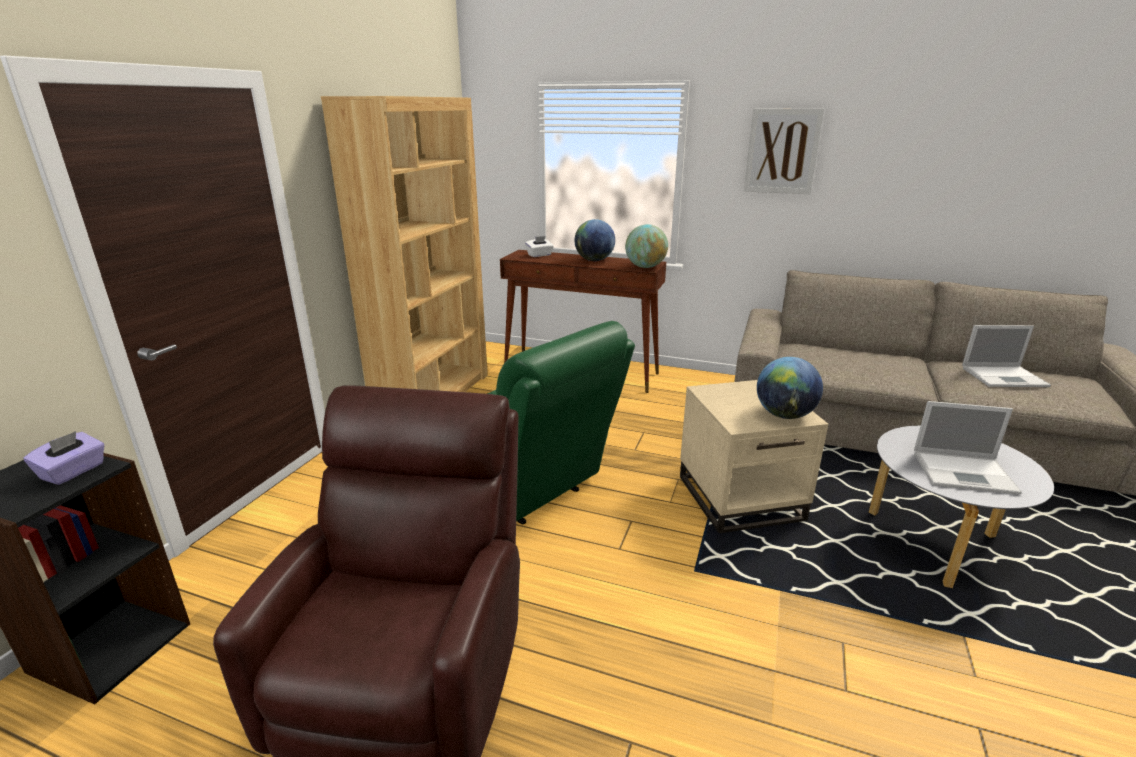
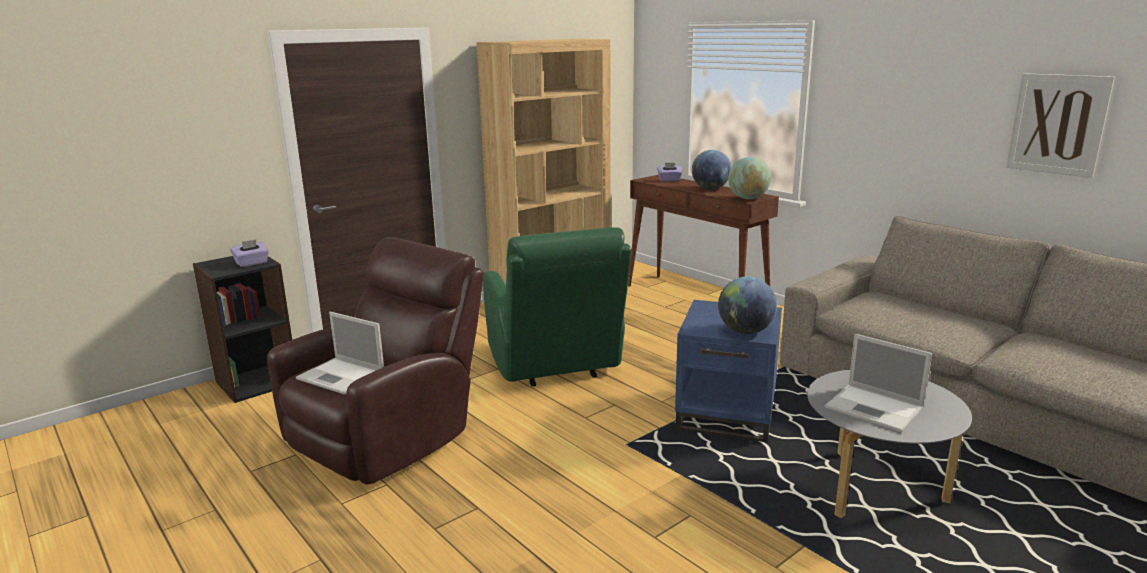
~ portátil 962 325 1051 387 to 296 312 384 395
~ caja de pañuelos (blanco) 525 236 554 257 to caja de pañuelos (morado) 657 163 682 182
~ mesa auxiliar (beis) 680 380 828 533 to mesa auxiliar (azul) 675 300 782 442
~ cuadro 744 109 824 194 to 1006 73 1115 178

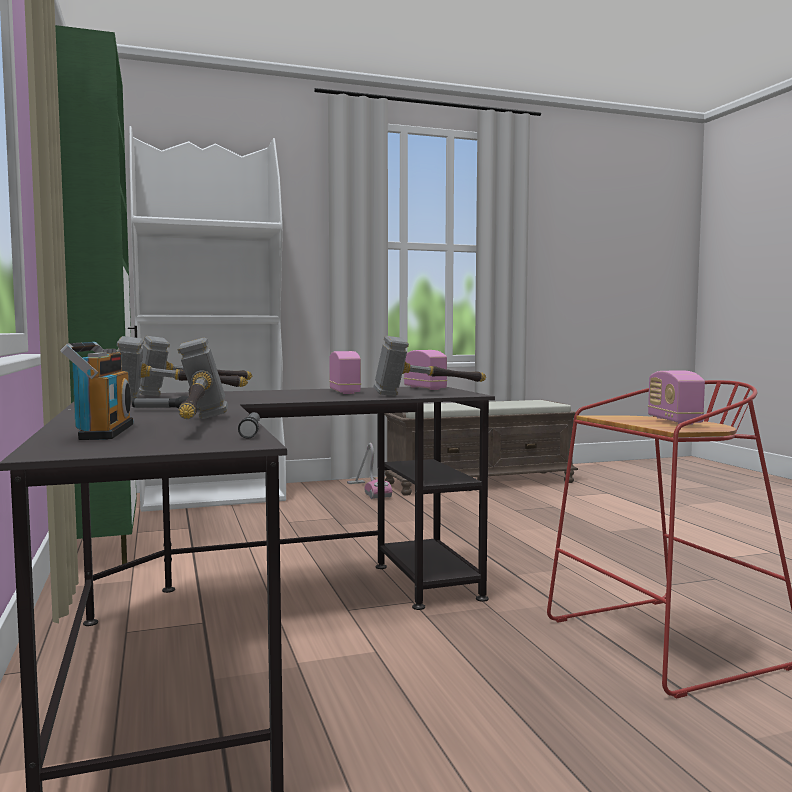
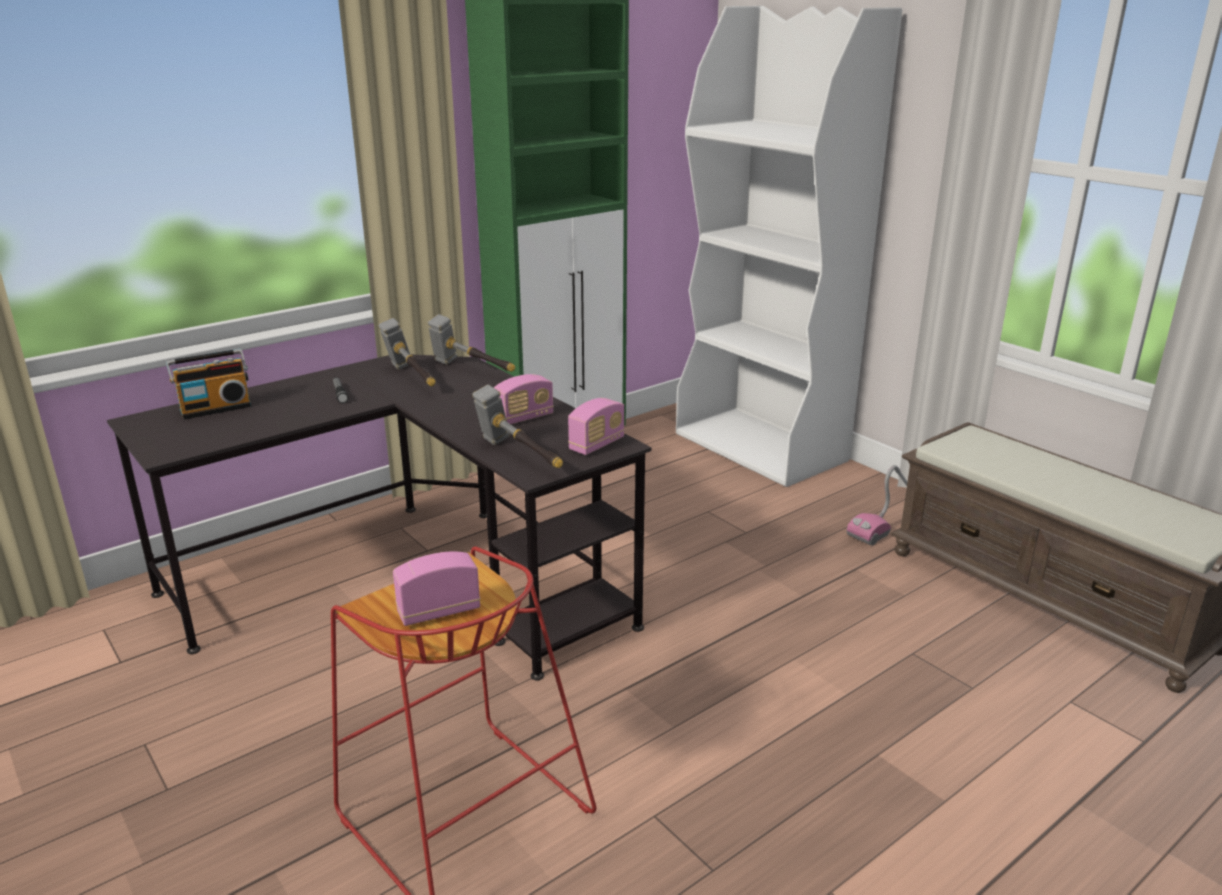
- martillo 177 337 228 419
- linterna 238 412 260 439

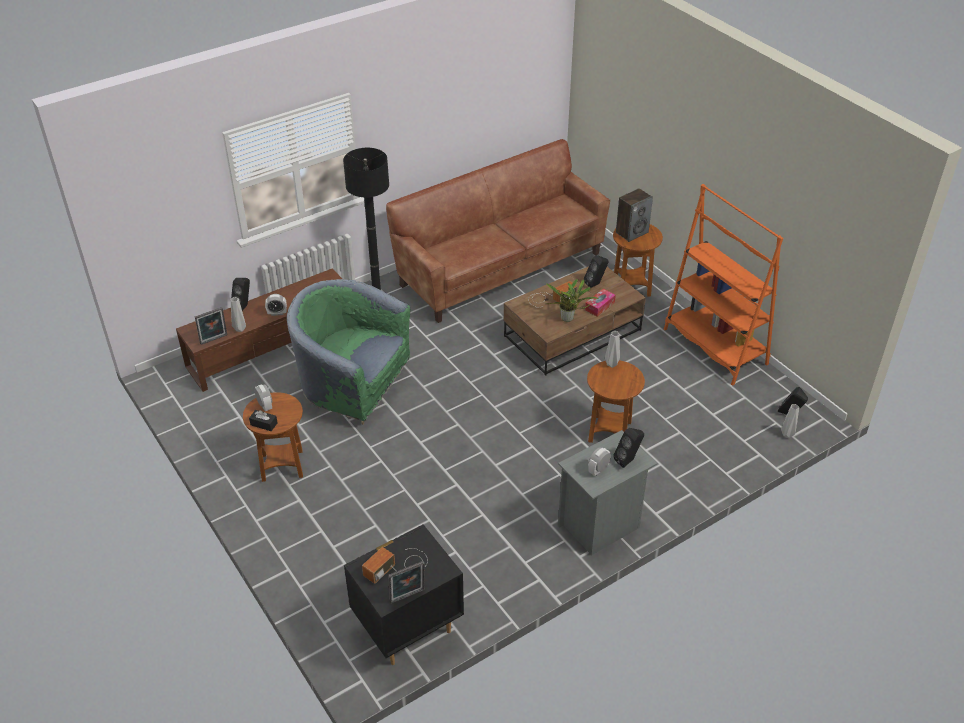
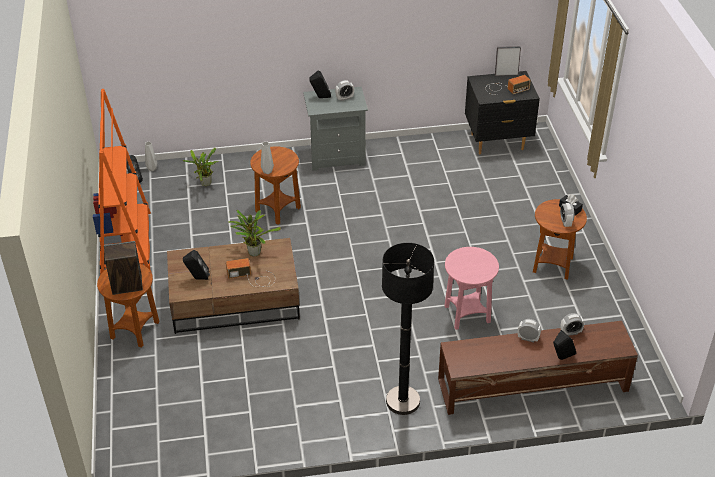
+ planta en maceta 183 148 218 186
~ sillón (verde) 287 279 410 425 to mesa auxiliar (rosa) 444 247 499 330
~ florero (gris) 231 297 246 332 to despertador 560 313 584 336
- portarretratos 195 307 227 345
- sofá (marrón) 386 139 610 323
- caja de pañuelos 585 289 616 317

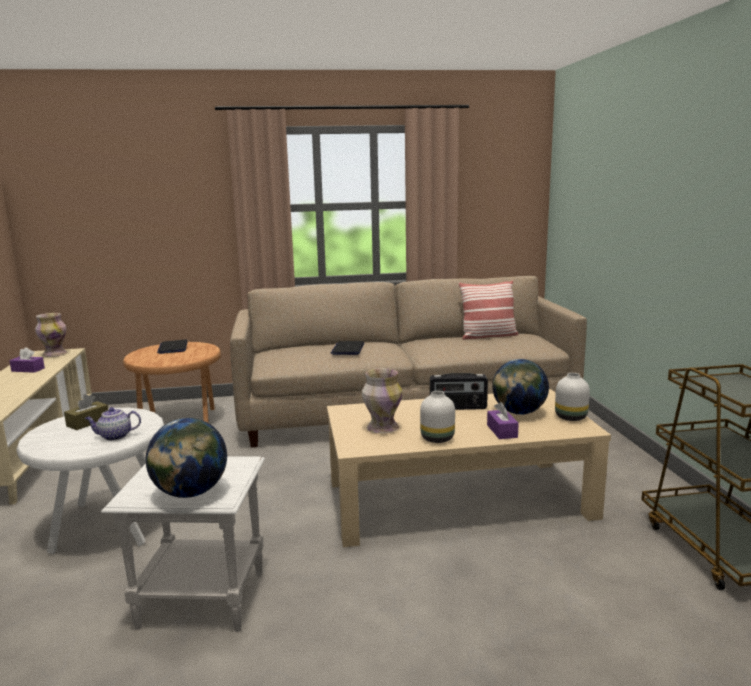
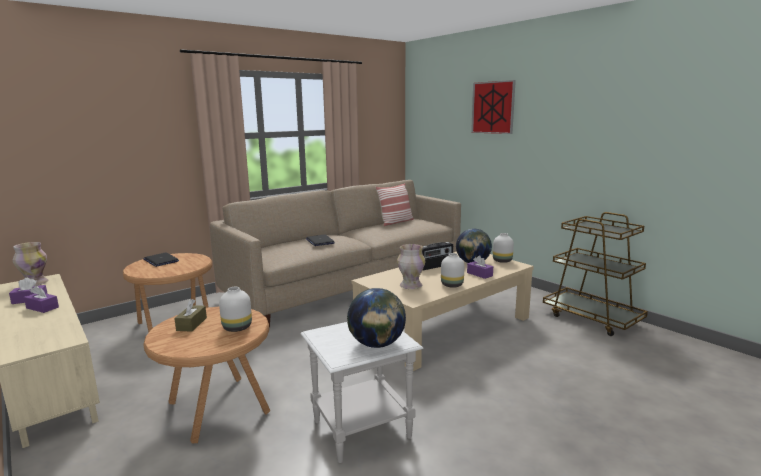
+ caja de pañuelos (morado) 24 286 59 313
~ mesa auxiliar (blanco) 17 408 164 554 to mesa auxiliar (marrón) 143 307 270 443
~ tetera 85 407 141 441 to florero (blanco) 219 287 252 332
+ cuadro 471 80 516 134

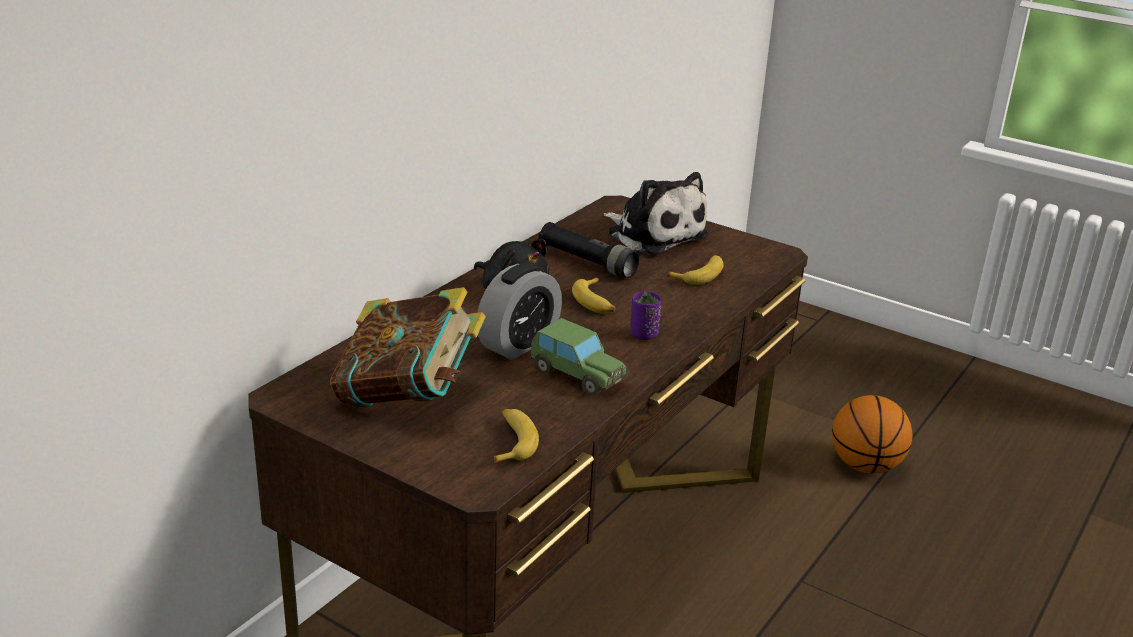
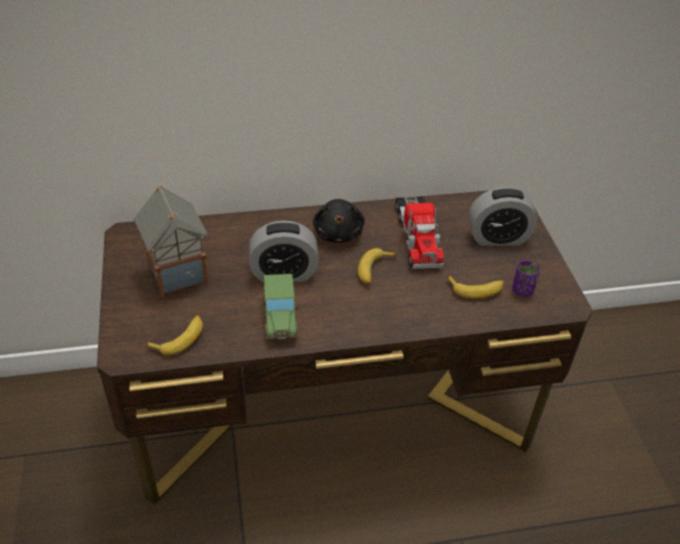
~ libro 330 287 486 407 to casita 134 185 209 298
~ linterna (negro) 539 222 640 278 to camión de juguete 395 196 444 269
~ peluche 604 172 709 255 to despertador 469 187 537 246
~ taza (morado) 630 291 662 340 to 512 260 540 297
- balón de baloncesto 832 395 913 474

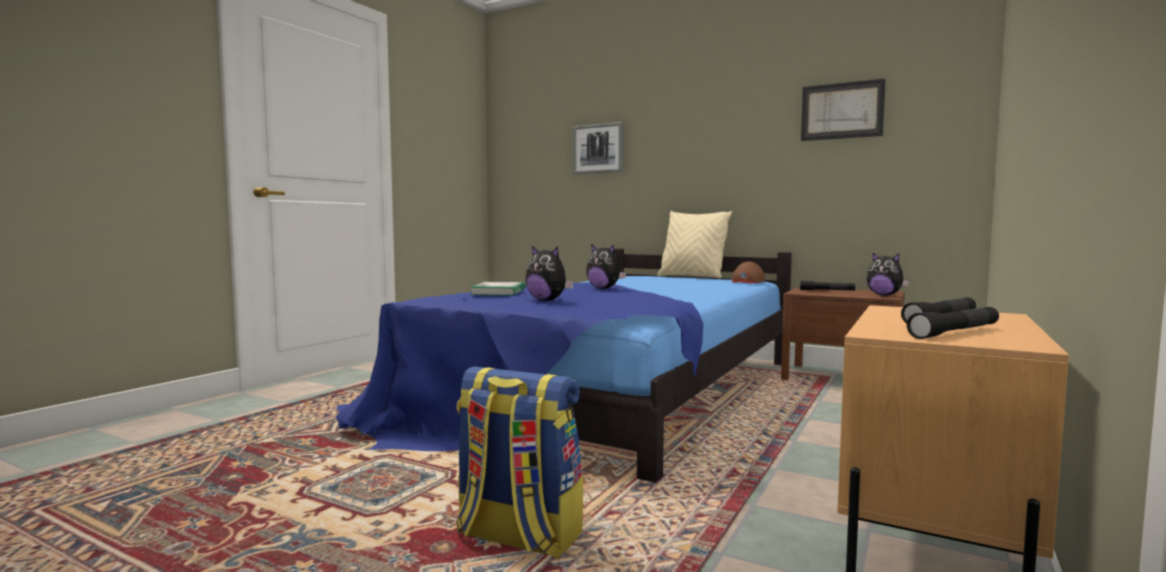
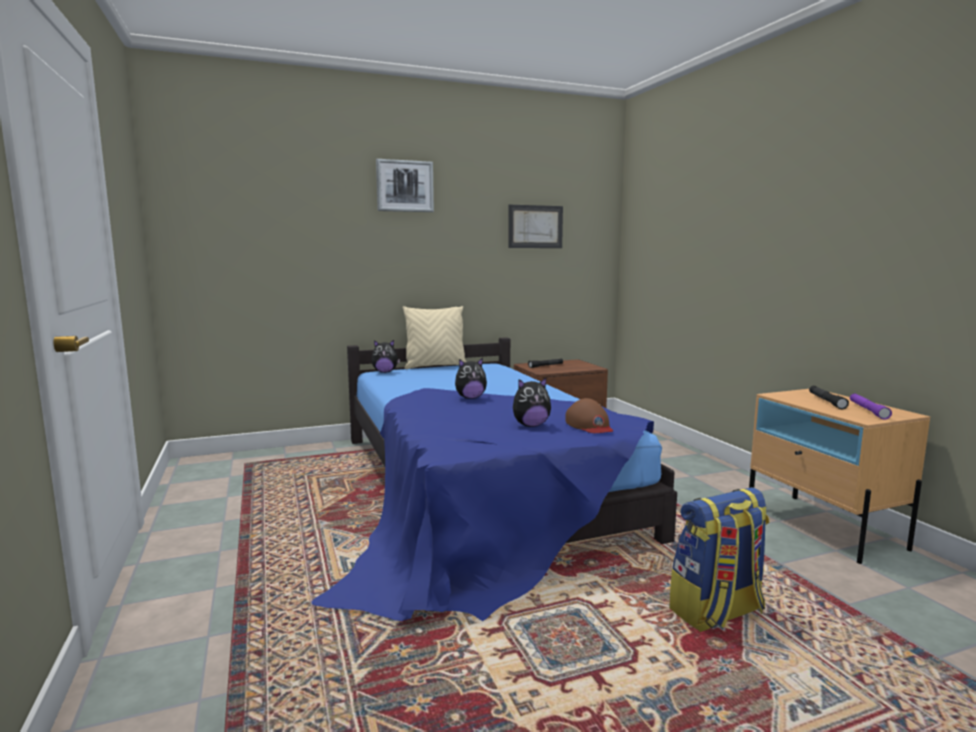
~ peluche 867 253 909 296 to 371 340 400 373
~ cuadro 573 122 623 174 to 376 159 434 212
~ gorra (marrón) 732 261 765 283 to 565 398 613 433
~ linterna (negro) 907 307 999 339 to linterna (morado) 850 394 892 420
- libro 470 282 525 295

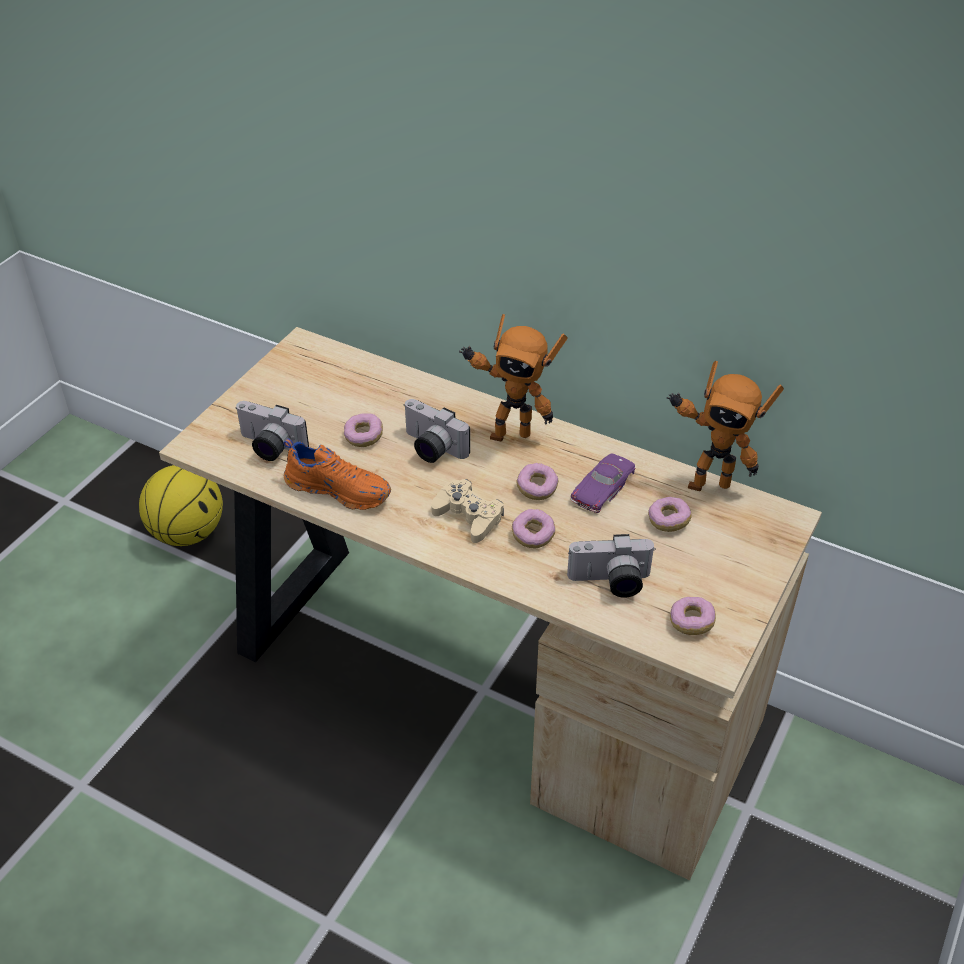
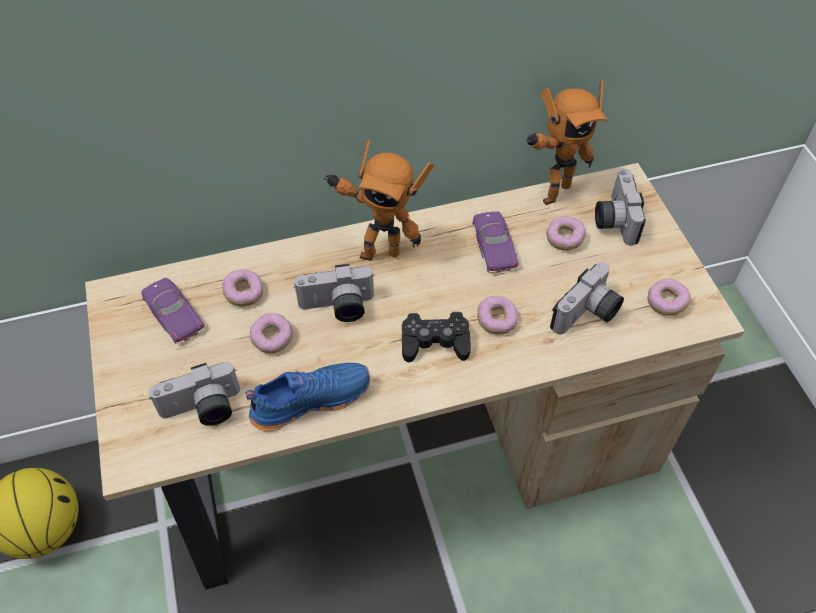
+ coche de juguete (morado) 141 278 204 344
~ rosquilla 517 463 558 500 to 222 269 263 306
~ zapato (naranja) 283 438 391 510 to zapato (azul) 245 363 370 432
~ robot de juguete 459 314 568 441 = 323 140 434 261 45 degrees clockwise
~ mando de consola (beis) 431 479 504 543 to mando de consola (negro) 402 312 471 362
+ cámara 595 168 646 245

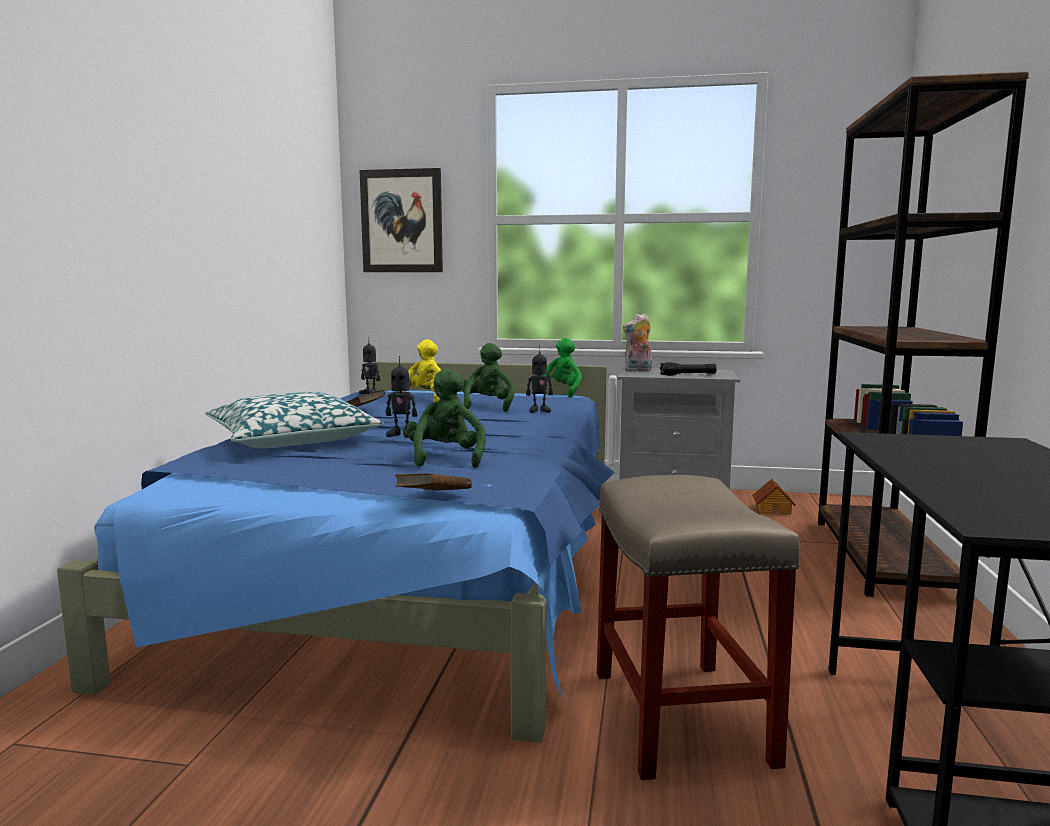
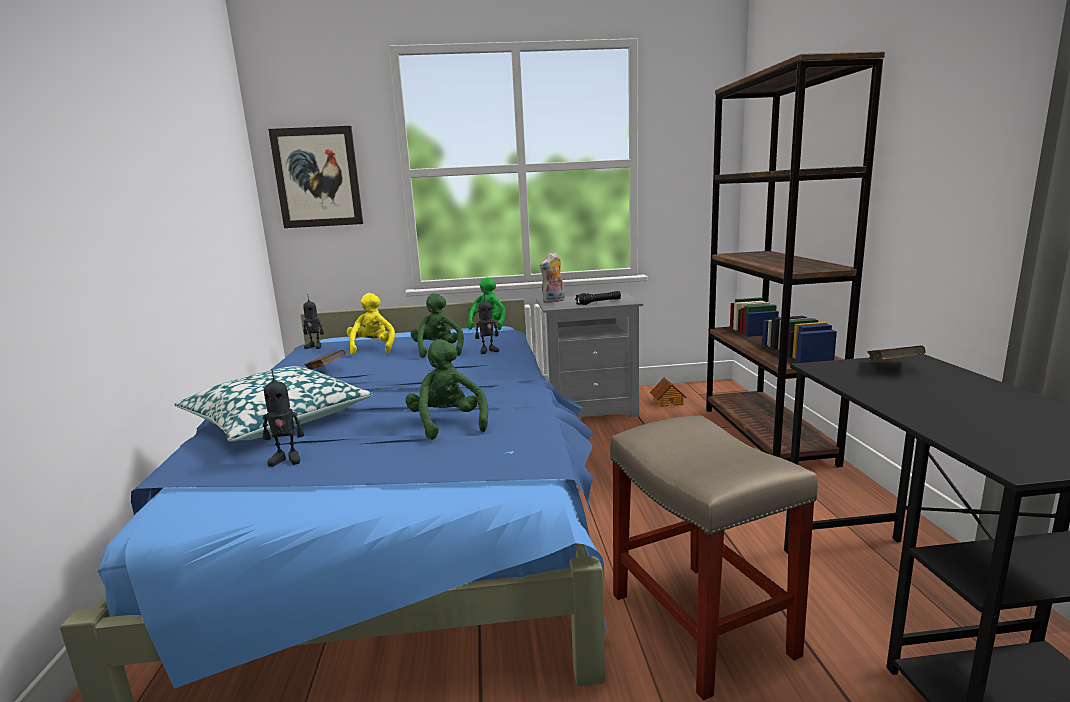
~ robot de juguete 386 356 417 438 to 263 369 304 467
~ libro (marrón) 395 473 472 490 to 867 345 926 361

